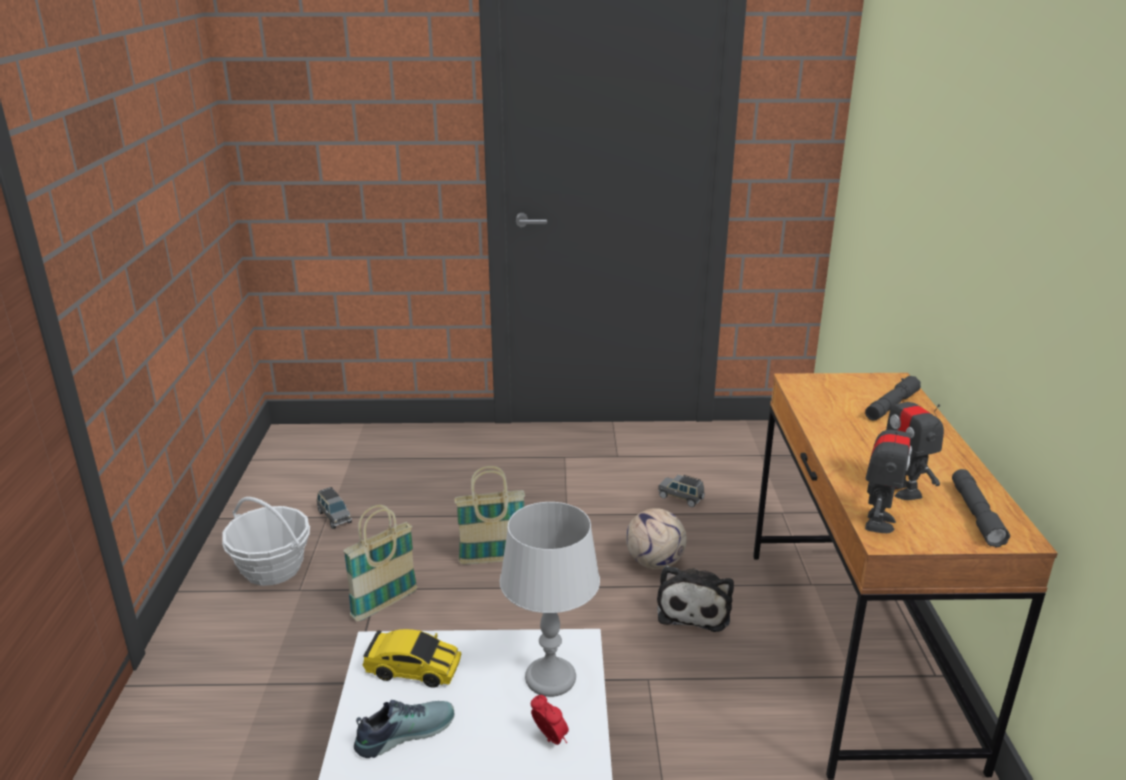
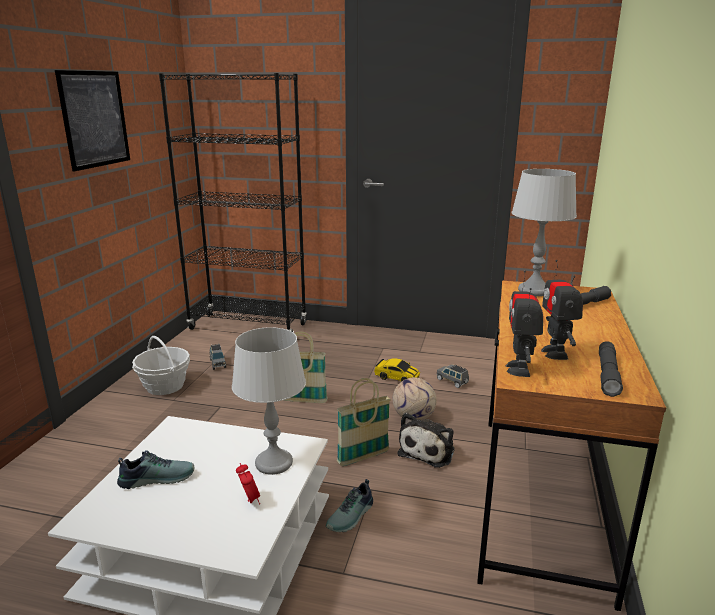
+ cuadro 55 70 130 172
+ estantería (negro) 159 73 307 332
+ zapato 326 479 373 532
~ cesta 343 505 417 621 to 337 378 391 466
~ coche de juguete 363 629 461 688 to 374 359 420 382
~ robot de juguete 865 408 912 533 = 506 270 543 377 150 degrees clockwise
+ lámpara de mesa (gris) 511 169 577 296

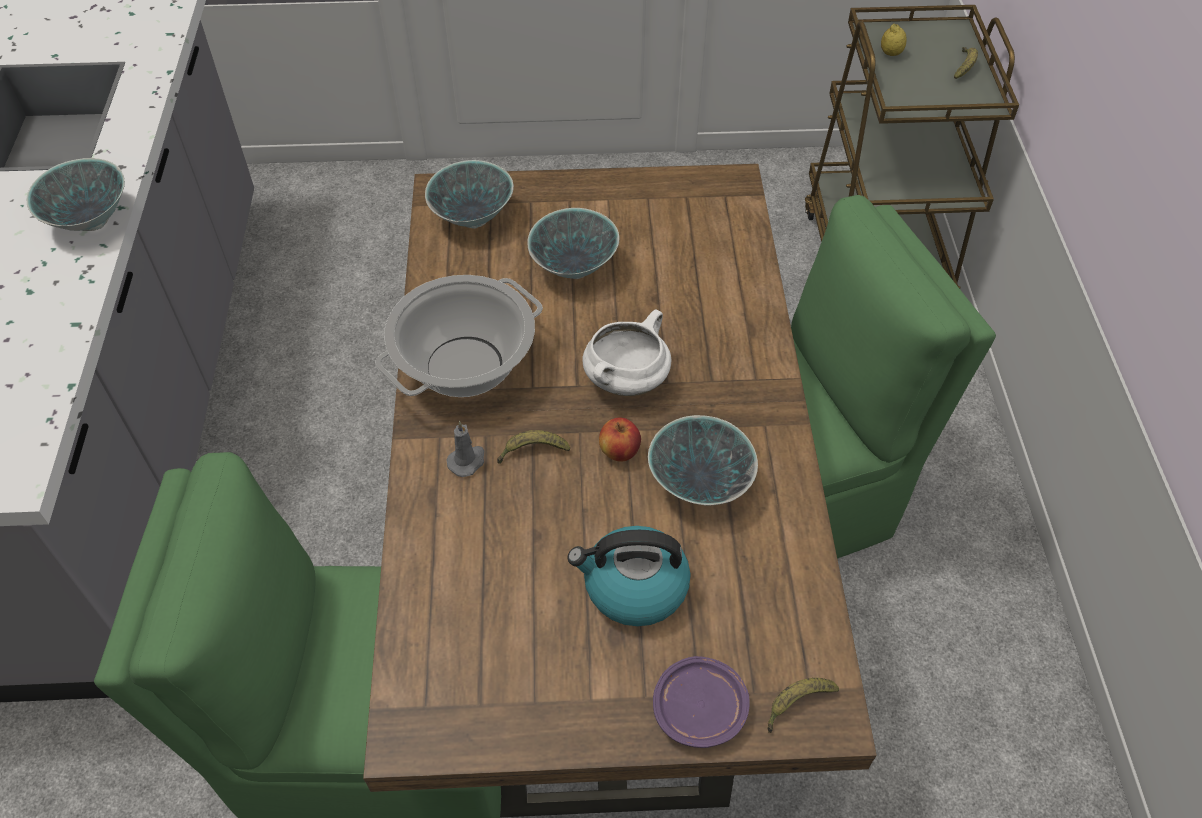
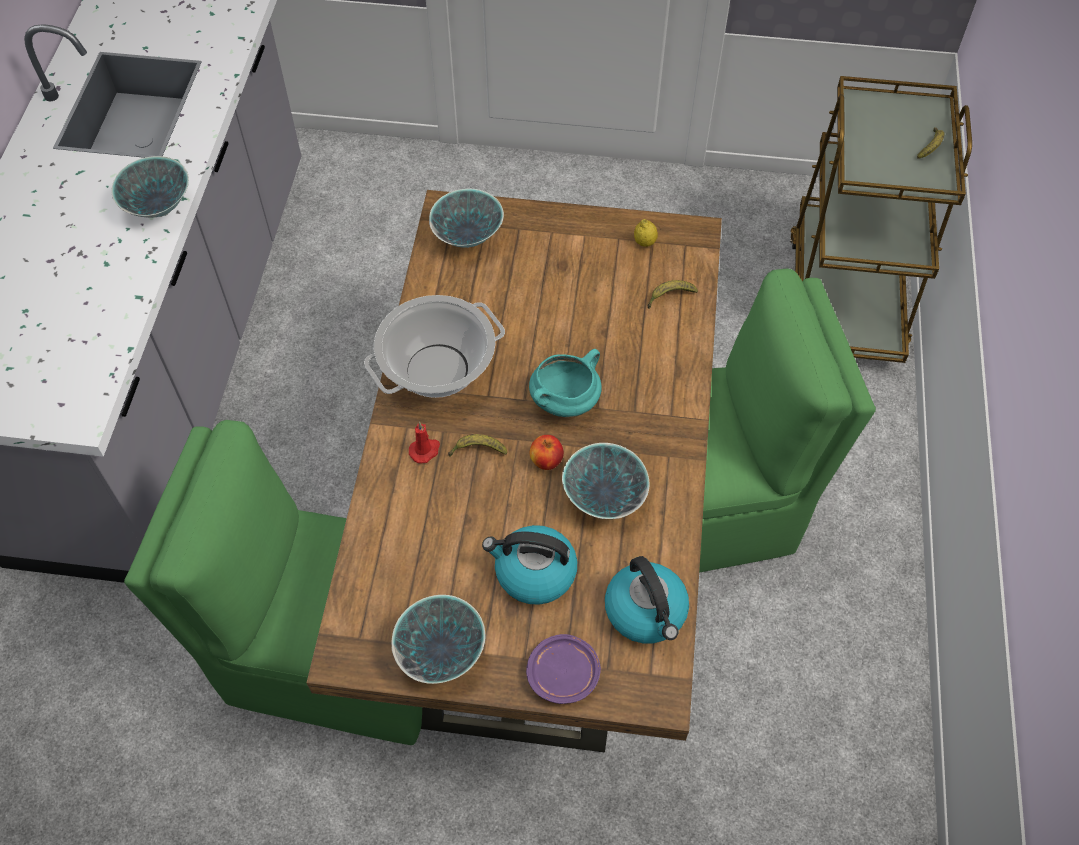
~ cuenco 527 208 619 279 to 392 595 485 684
~ vela (gris) 446 421 484 477 to vela (rojo) 409 422 440 463
~ olla (blanco) 582 309 672 396 to olla (turquesa) 529 349 602 417
+ hervidor 605 556 689 643
~ limón 881 24 907 56 to 634 219 658 247
~ plátano 767 678 839 733 to 648 280 698 309

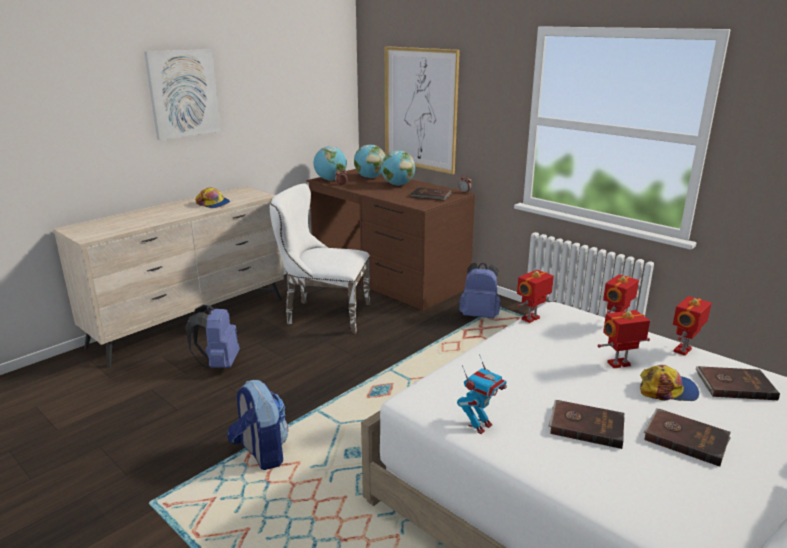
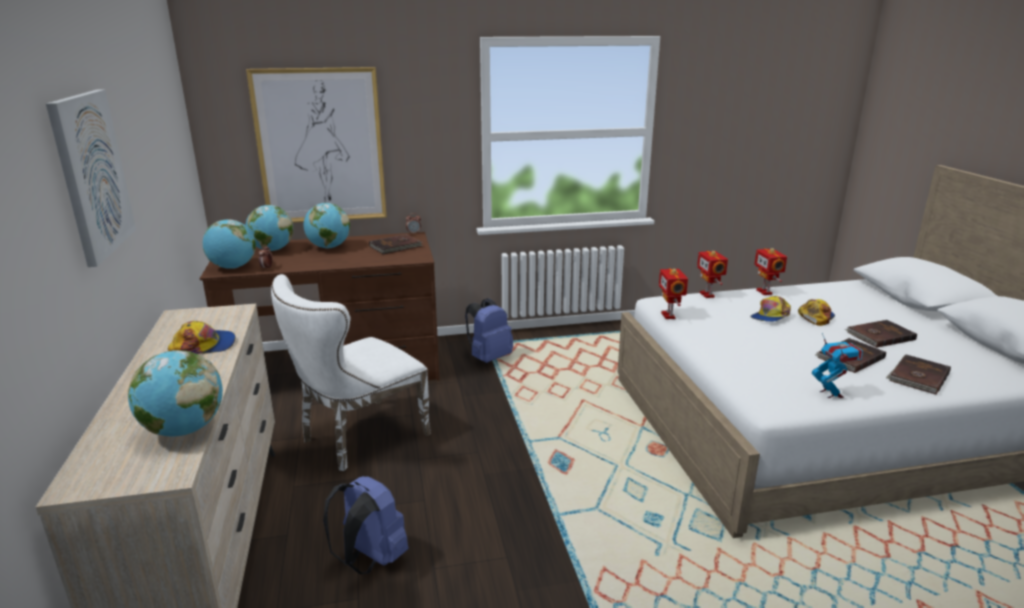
+ globo terráqueo 128 350 223 436
~ robot de juguete 597 310 650 368 to gorra 750 296 791 322
~ libro (marrón) 696 366 780 400 to 886 355 951 395
- mochila 227 380 288 470

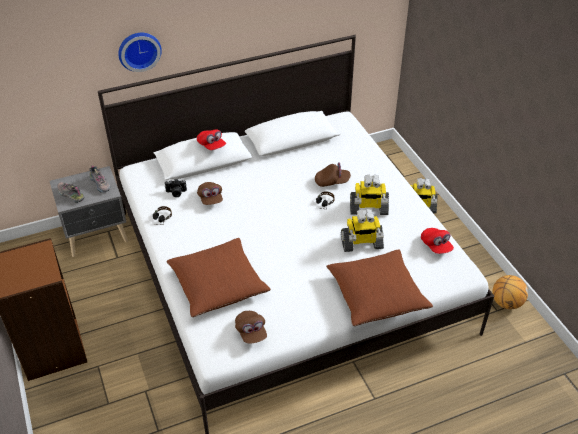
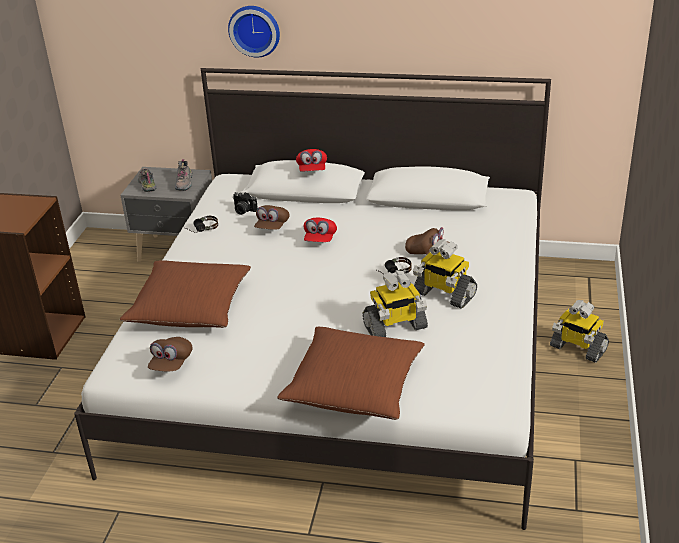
~ gorra (rojo) 421 228 454 254 to 304 218 337 242
~ robot de juguete 341 209 384 252 = 363 270 428 337 45 degrees counterclockwise
- balón de baloncesto 492 275 528 309

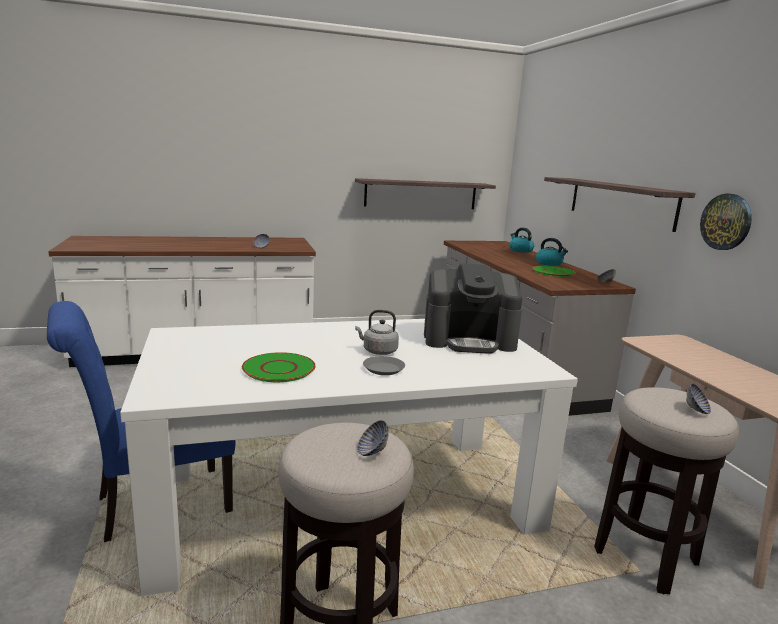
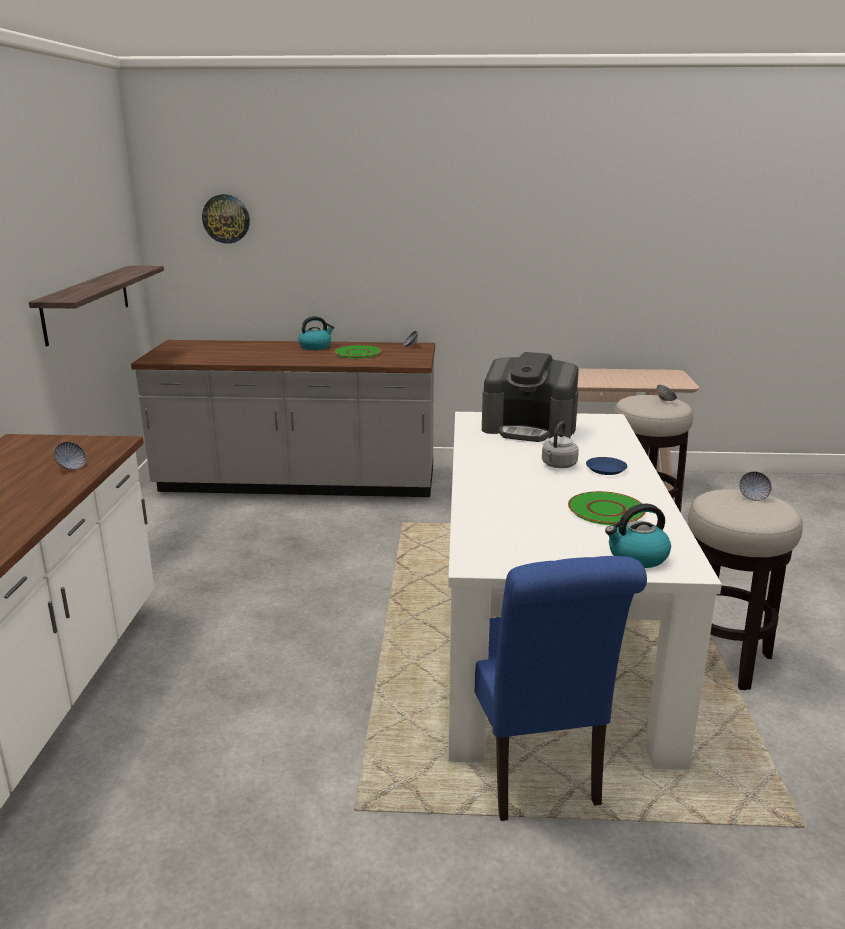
~ reloj de pared 700 194 752 250 to 202 194 250 244
~ cafetera 424 263 522 354 = 482 352 579 442 90 degrees clockwise
~ plato (gris) 363 356 405 375 to plato (azul) 586 457 628 475
~ hervidor 510 228 534 253 to 605 503 671 568
- estante 544 177 696 232

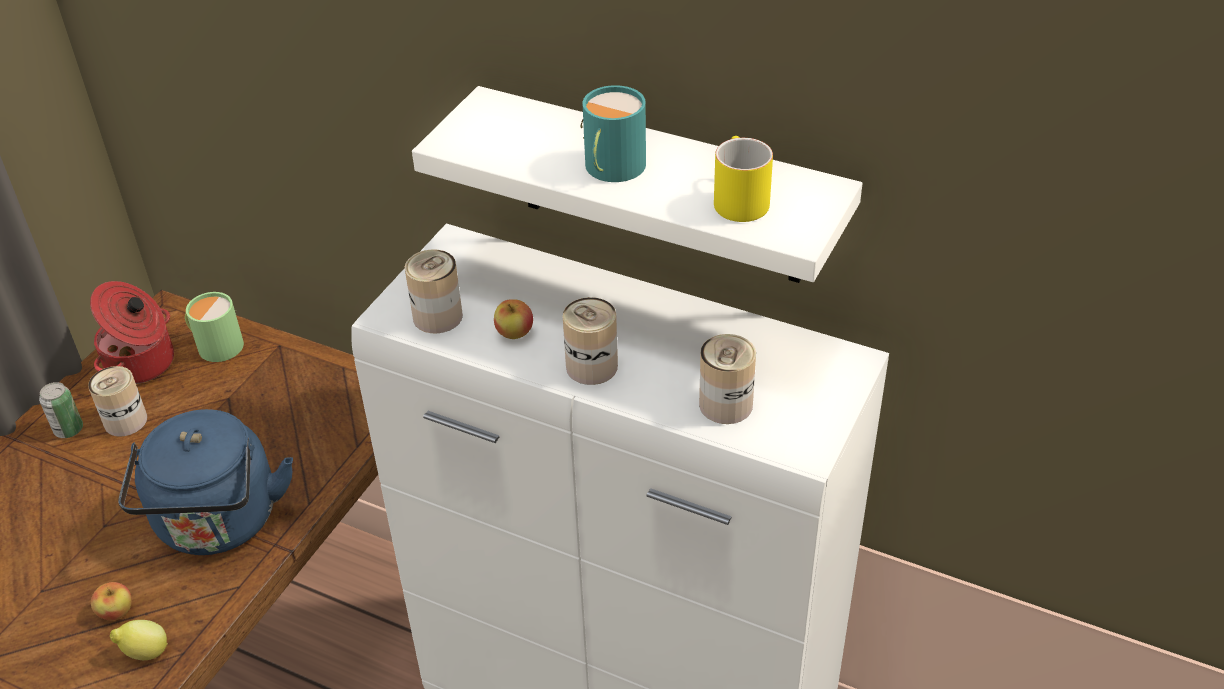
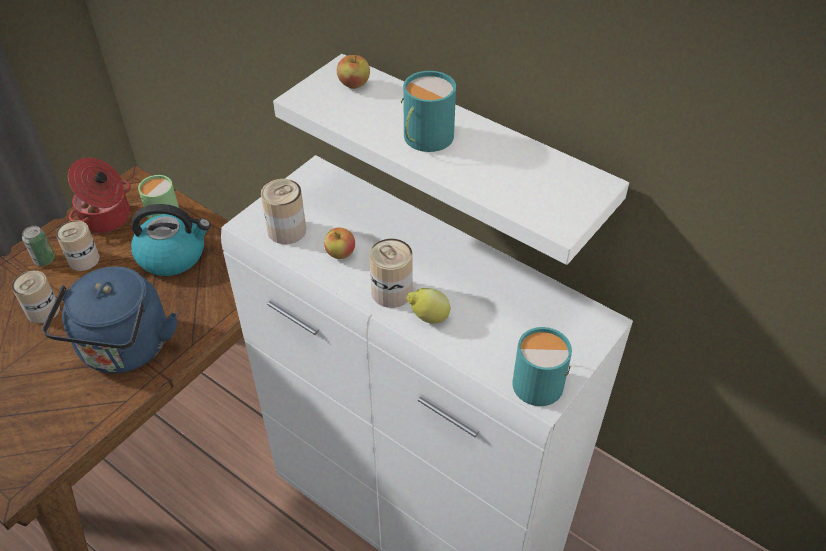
~ lata 699 334 756 424 to 12 271 60 324
+ hervidor 131 204 211 276
~ manzana 91 582 132 621 to 337 55 370 89
~ limón 110 620 168 660 to 406 288 450 324
+ taza grande (turquesa) 512 327 572 406
- taza grande (amarillo) 714 136 773 222

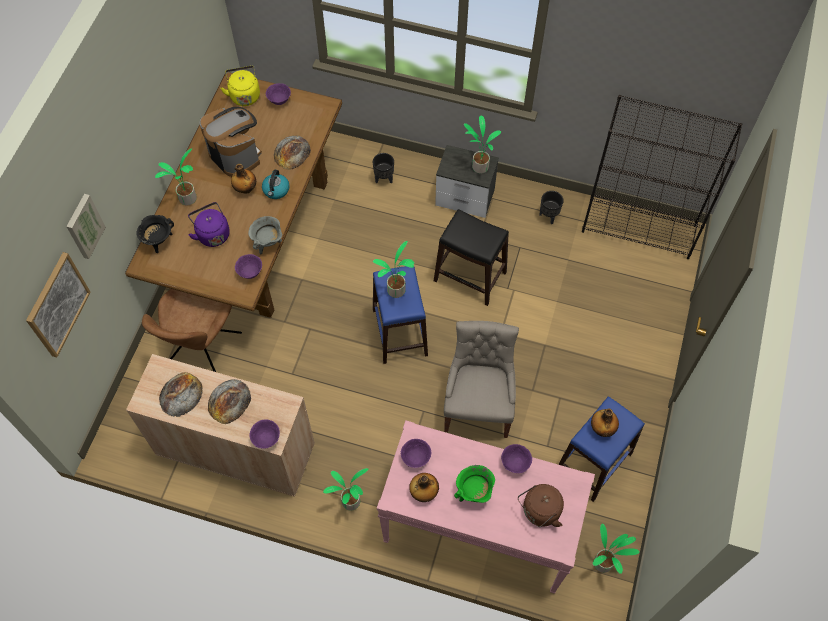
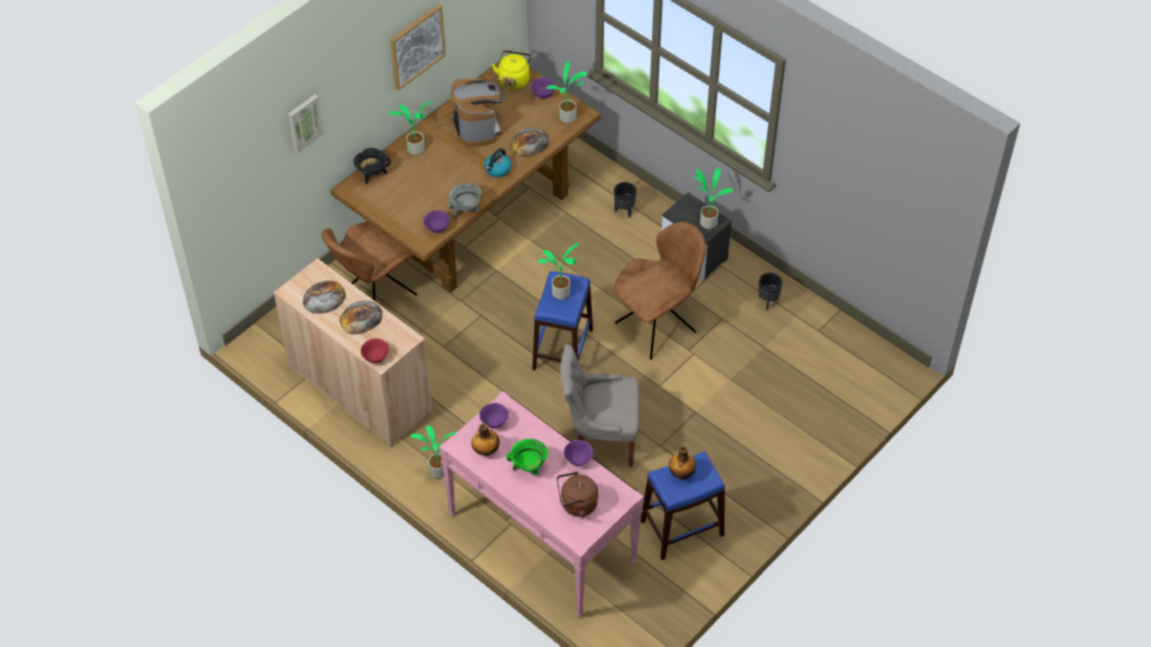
~ cuenco (morado) 249 419 280 449 to cuenco (rojo) 361 338 389 364
~ cuadro 26 252 91 358 to 390 4 446 91
~ planta en maceta 593 524 639 574 to 547 61 587 123
~ silla (gris) 444 321 519 438 = 560 344 640 466 120 degrees counterclockwise
~ taburete (negro) 434 209 509 306 to silla (marrón) 614 222 706 360
- hervidor (morado) 188 202 230 247
- botella 231 164 256 194
- estantería (negro) 582 95 742 259

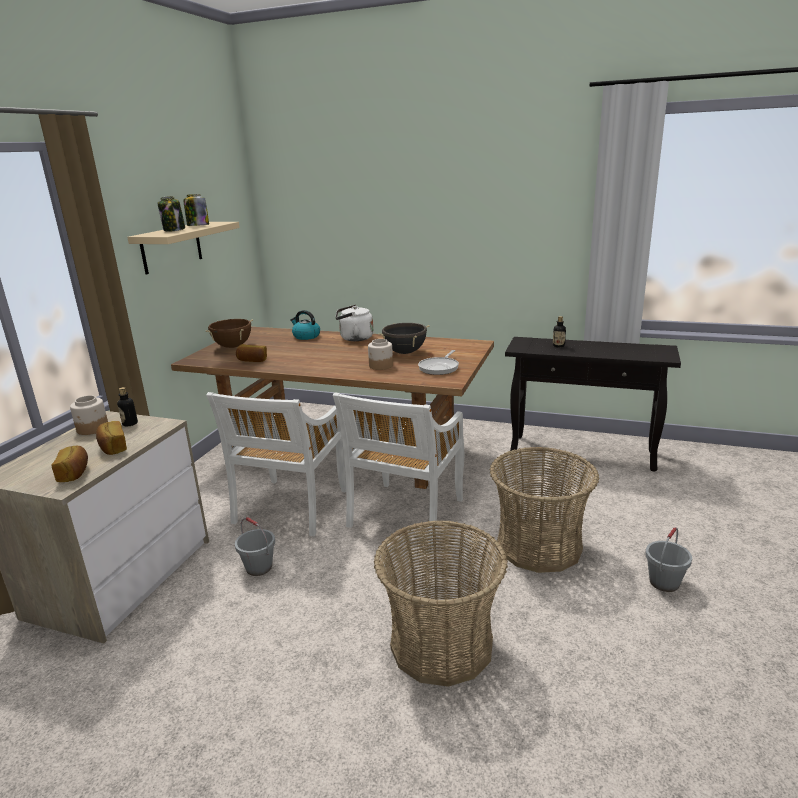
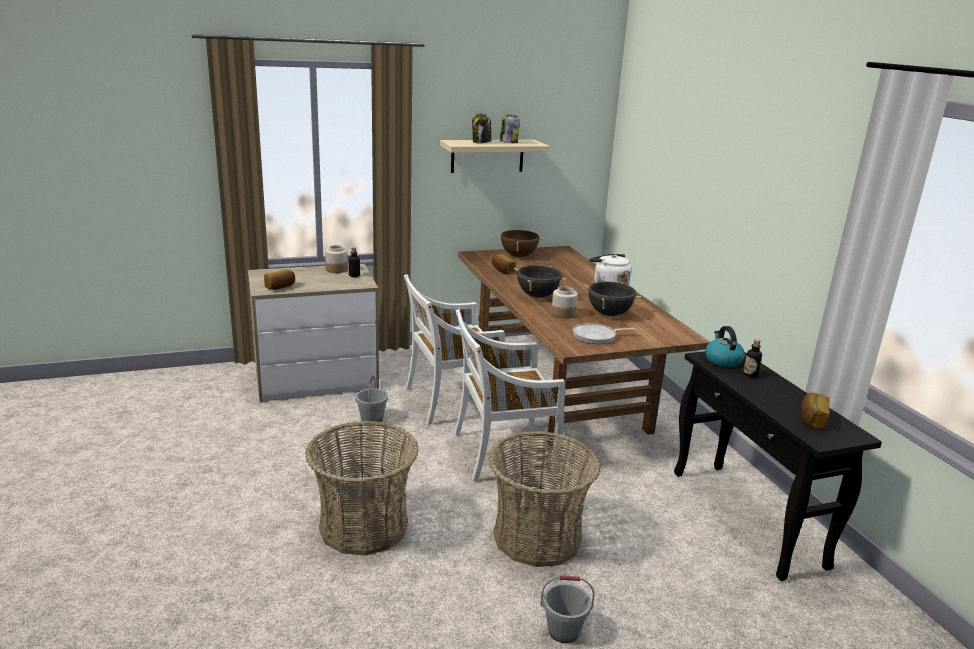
+ olla (negro) 514 265 566 298
~ hervidor 290 310 320 340 to 705 326 745 367
~ pan 96 421 127 455 to 801 393 830 428

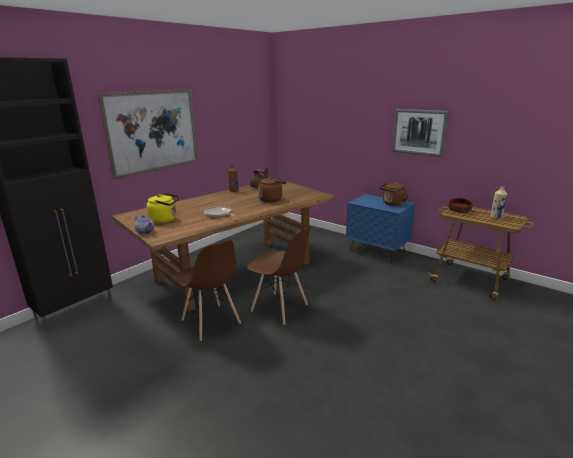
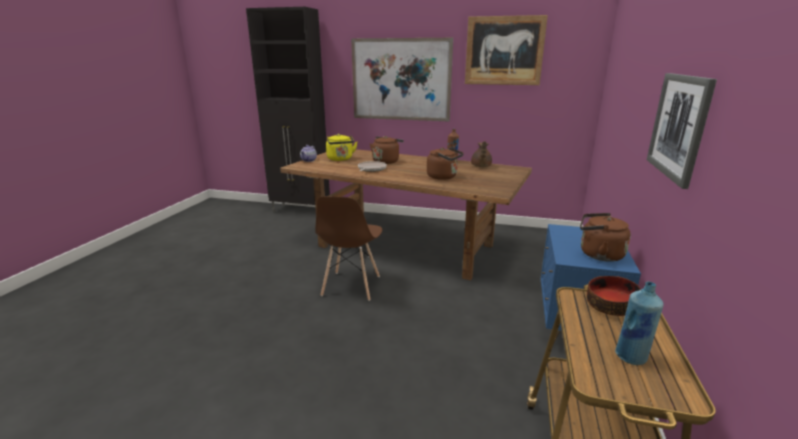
+ hervidor (marrón) 370 136 404 164
+ cuadro 465 15 548 85
~ botella (beis) 490 186 507 219 to botella (azul) 615 281 664 365
- silla (marrón) 173 240 241 341

